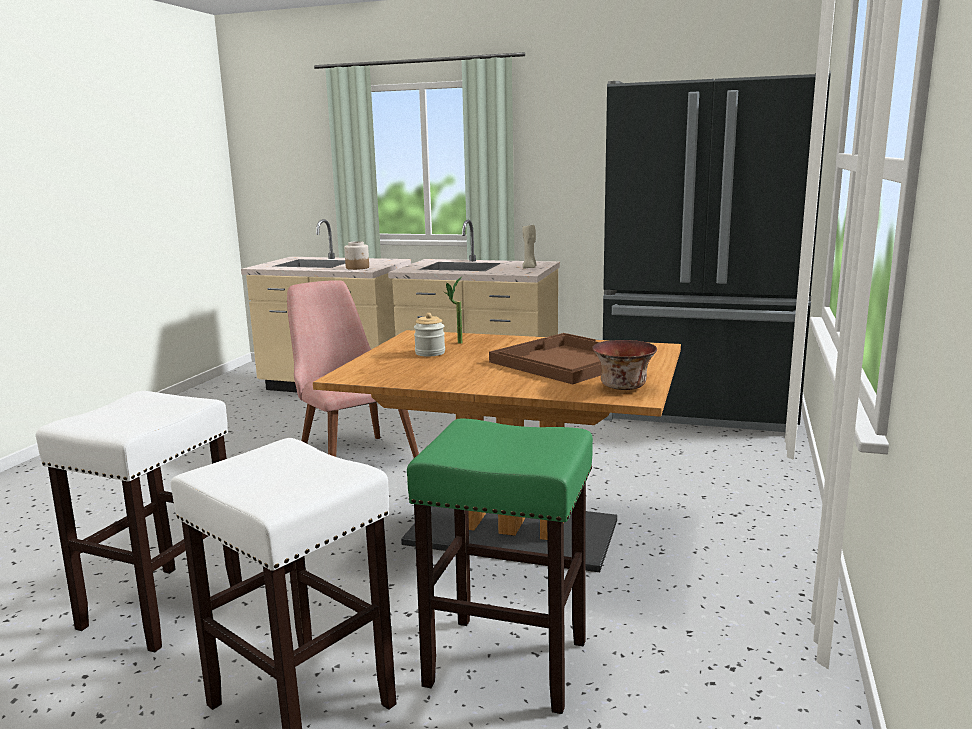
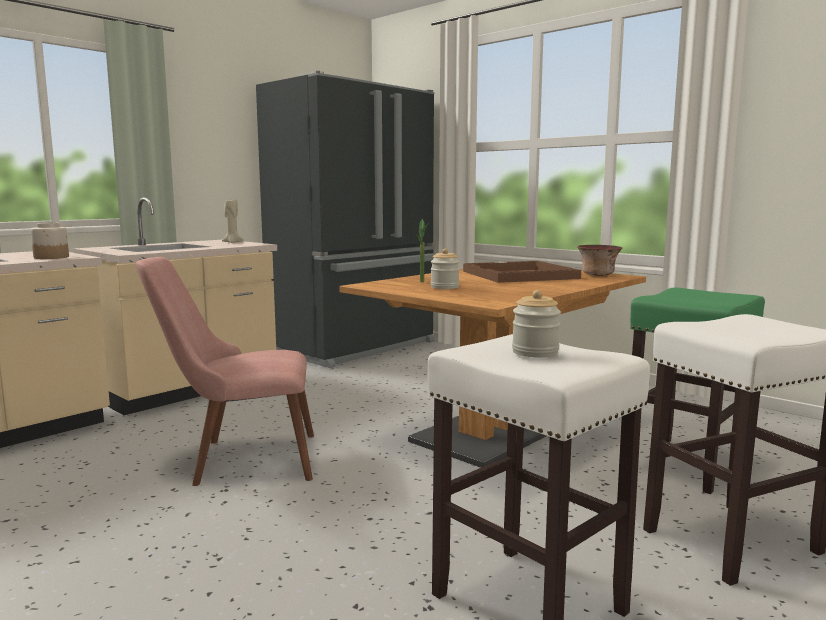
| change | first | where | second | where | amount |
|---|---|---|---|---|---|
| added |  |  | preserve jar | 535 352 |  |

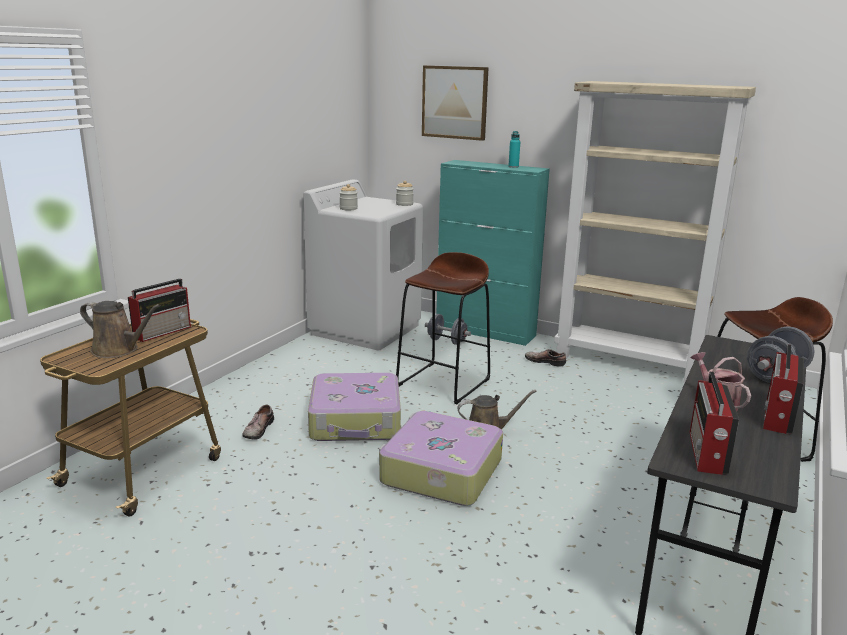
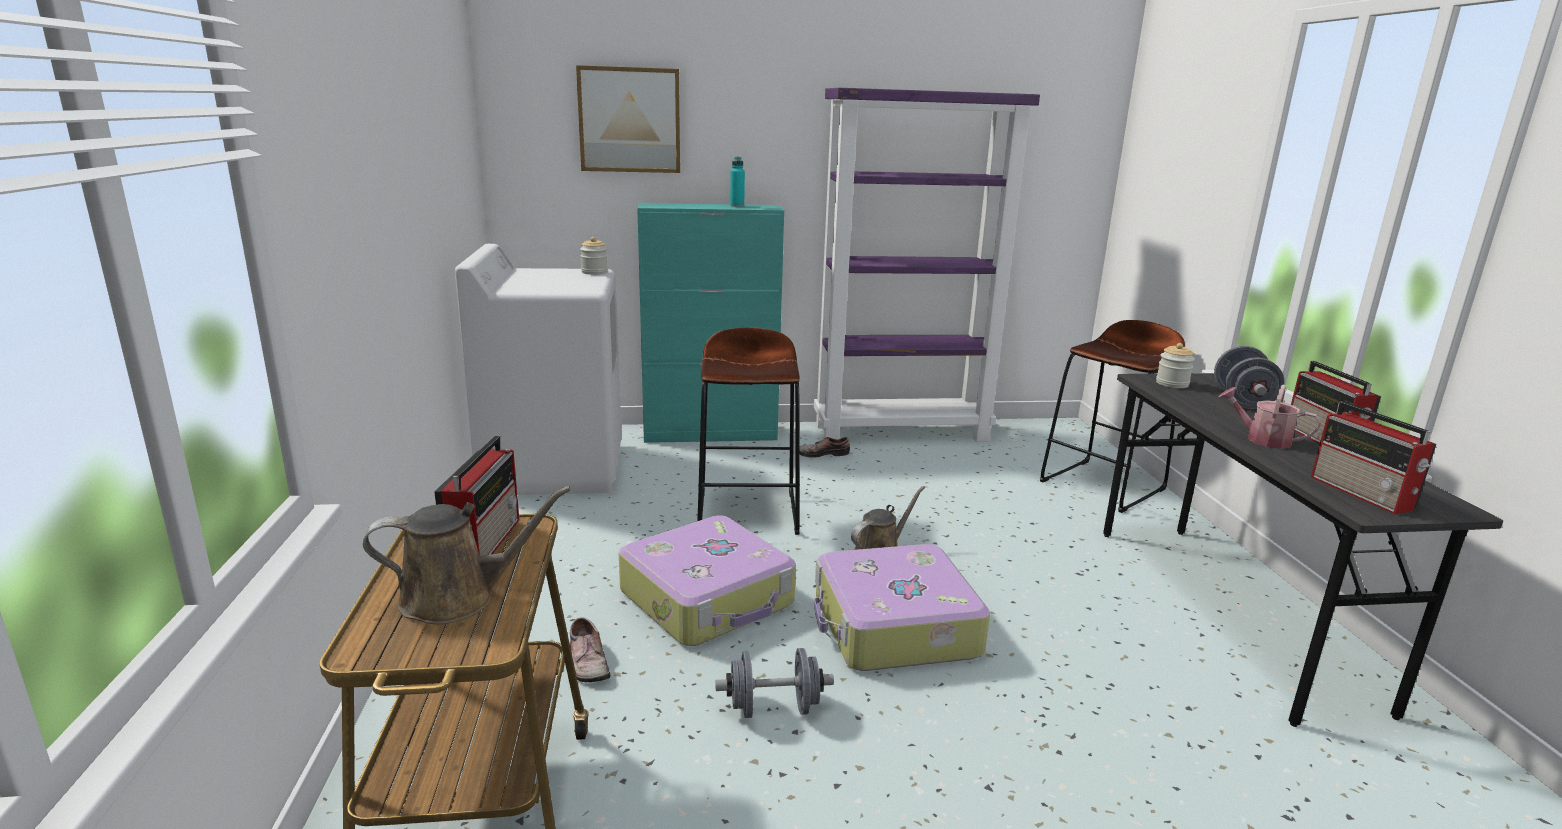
| change | first | where | second | where | amount |
|---|---|---|---|---|---|
| moved | preserve jar | 348 208 |  | 1172 384 |  |
| moved | greyish dumbbell | 447 341 |  | 774 708 |  |
| recoloured | sand-coloured shelving unit | 629 362 | purple-coloured shelving unit | 902 432 |  |

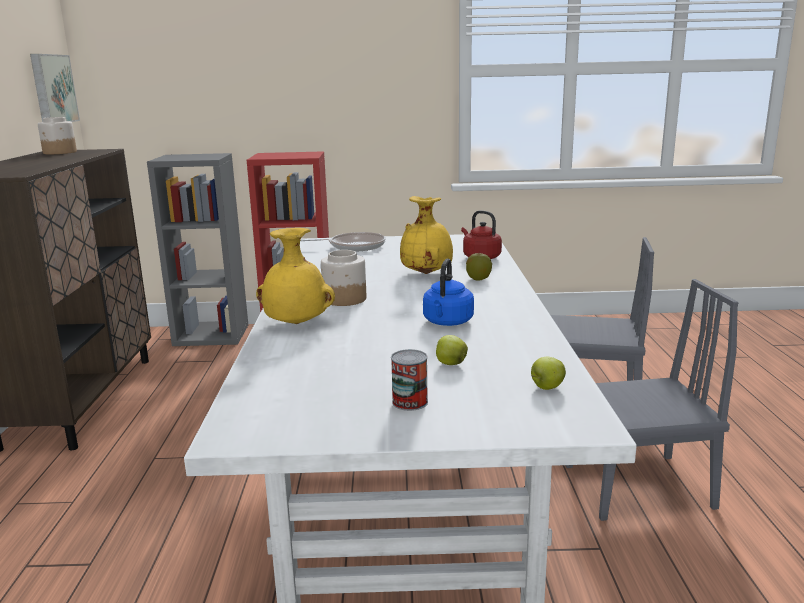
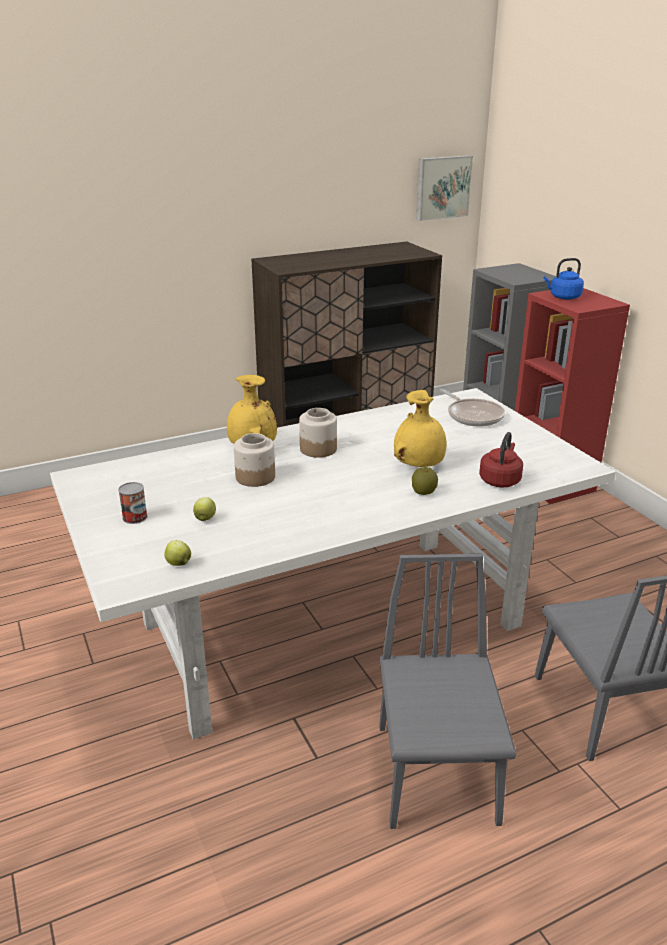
| change | first | where | second | where | amount |
|---|---|---|---|---|---|
| moved | preserve jar | 60 152 |  | 255 477 |  |
| moved | bluish water kettle | 447 322 |  | 563 297 |  |
| turned | greyish chair | 637 486 |  | 436 773 | 150 degrees counterclockwise |

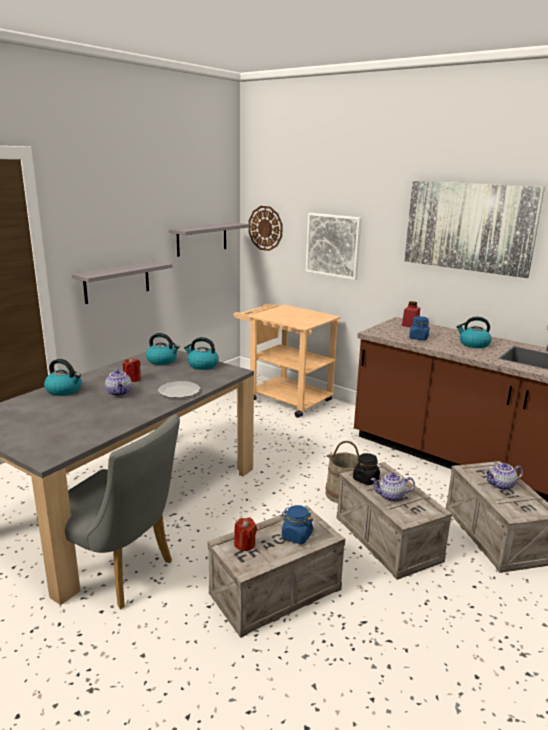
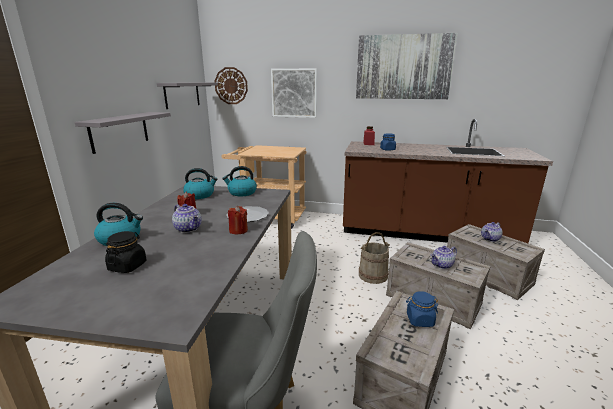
| change | first | where | second | where | amount |
|---|---|---|---|---|---|
| moved | reddish wax light | 245 544 |  | 238 230 |  |
| moved | black-coloured preserve jar | 366 479 |  | 128 266 |  |
| removed | water kettle | 473 344 |  |  |  |

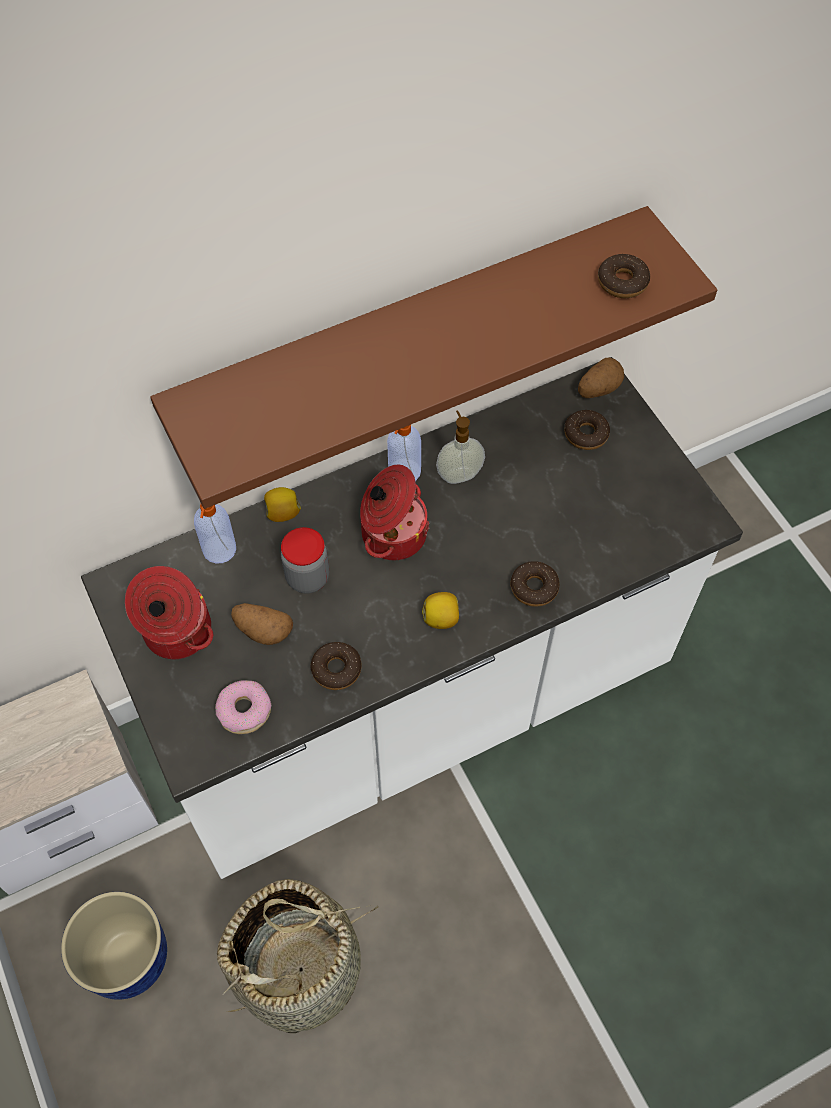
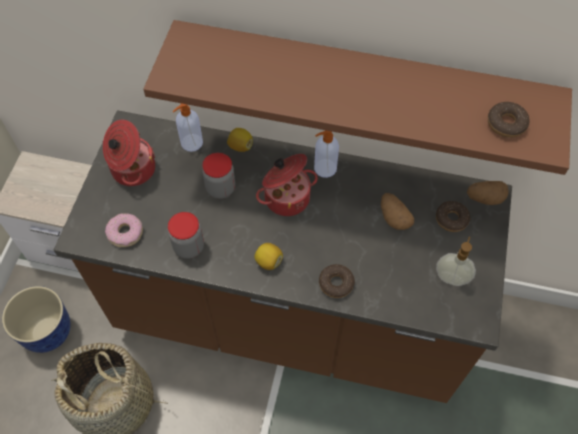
| change | first | where | second | where | amount |
|---|---|---|---|---|---|
| recoloured | white counter | 415 704 | brown counter | 289 317 |  |
| moved | spud | 262 630 |  | 393 217 |  |
| replaced | ring doughnut | 336 669 | preserve jar | 189 247 |  |
| moved | liquid soap bottle | 459 474 |  | 451 277 |  |

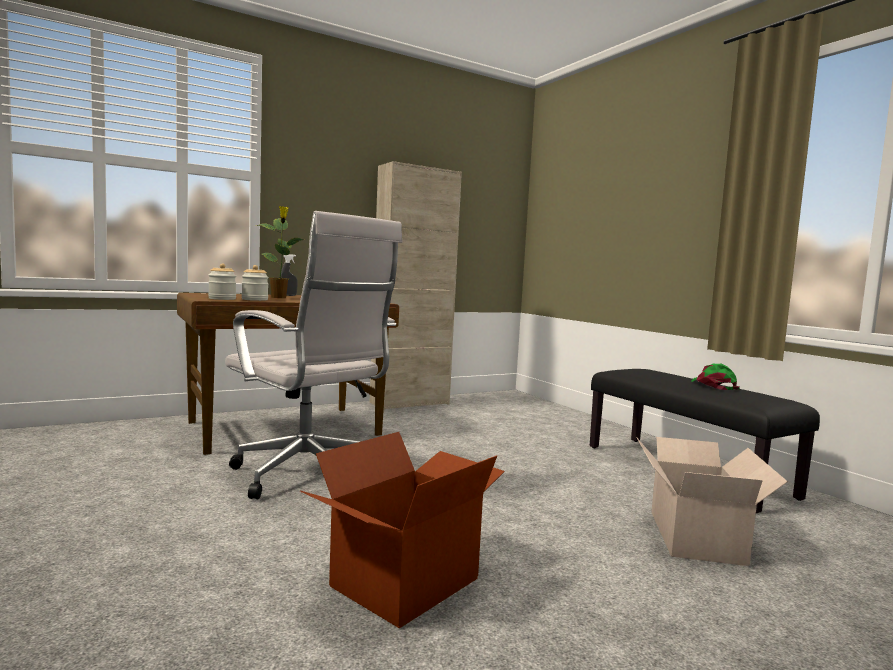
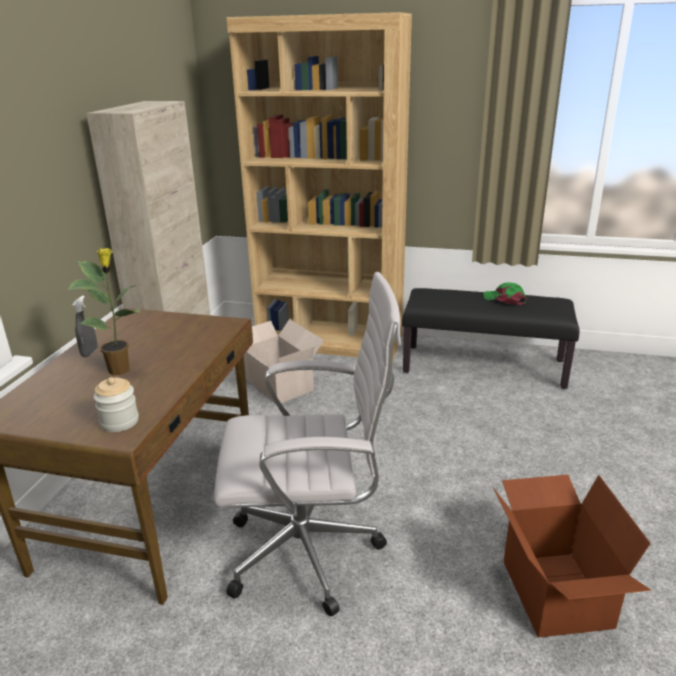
| change | first | where | second | where | amount |
|---|---|---|---|---|---|
| removed | preserve jar | 254 299 |  |  |  |
| moved | carton | 695 535 |  | 278 383 |  |
| added |  |  | brown shelving unit | 331 341 |  |

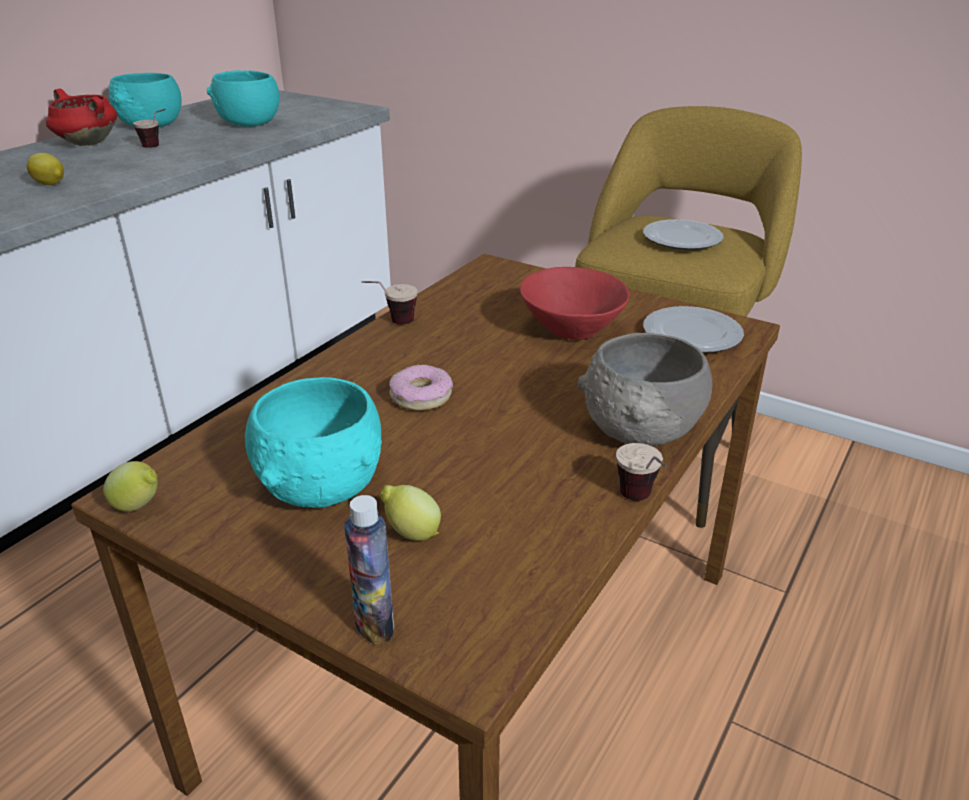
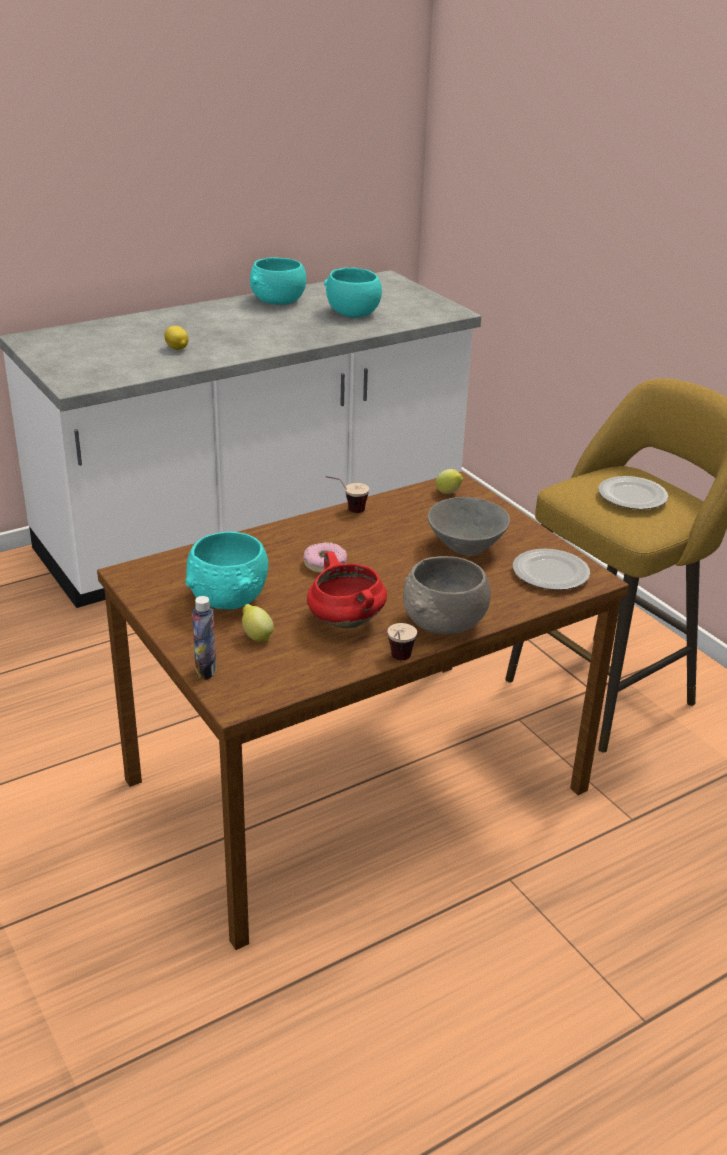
| change | first | where | second | where | amount |
|---|---|---|---|---|---|
| moved | reddish saucepot | 86 143 |  | 344 621 |  |
| moved | whole lemon | 139 507 |  | 449 493 |  |
| removed | cup | 157 147 |  |  |  |
| recoloured | reddish bowl | 572 331 | greyish bowl | 466 548 |  |

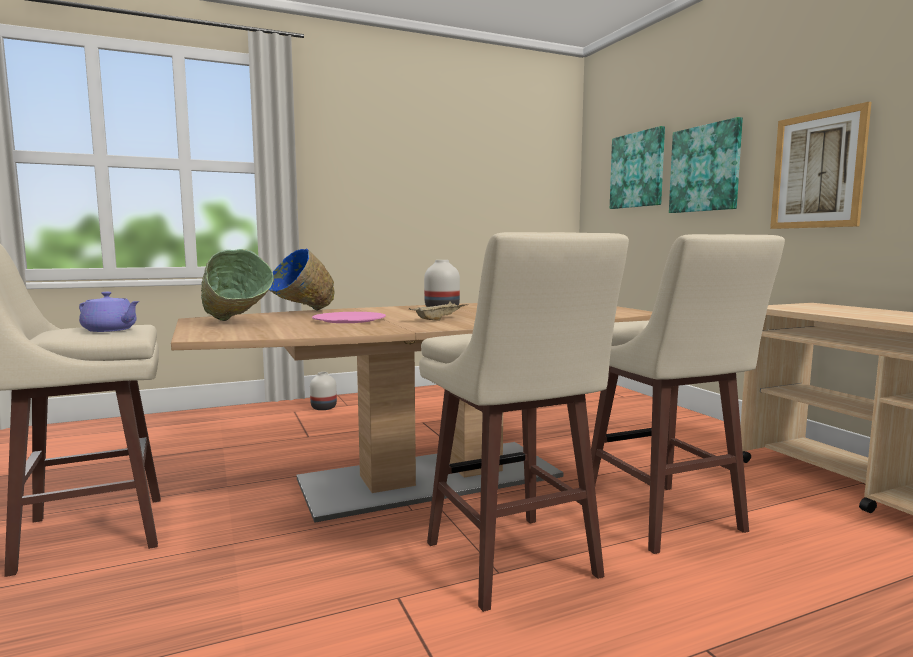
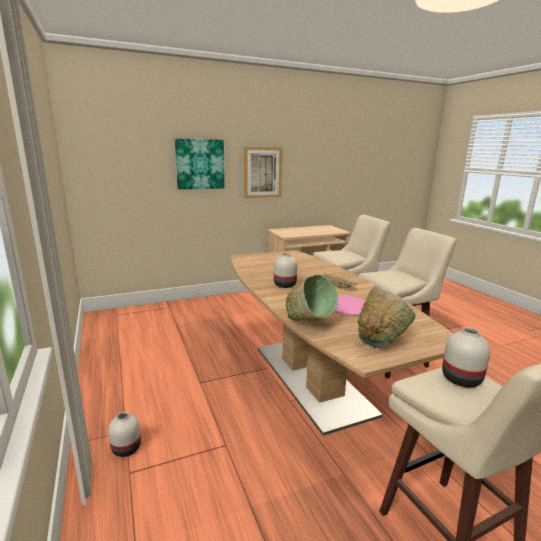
| change | first | where | second | where | amount |
|---|---|---|---|---|---|
| replaced | purple-coloured tea pot | 110 330 | white vase | 460 379 |  |
| recoloured | bluish bowl | 303 312 | greenish bowl | 309 324 |  |
| removed | picture | 637 170 |  |  |  |

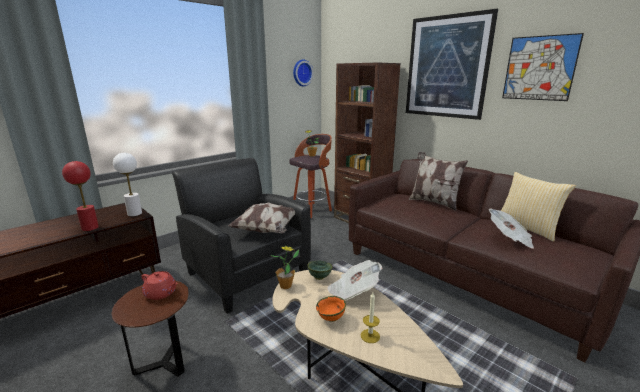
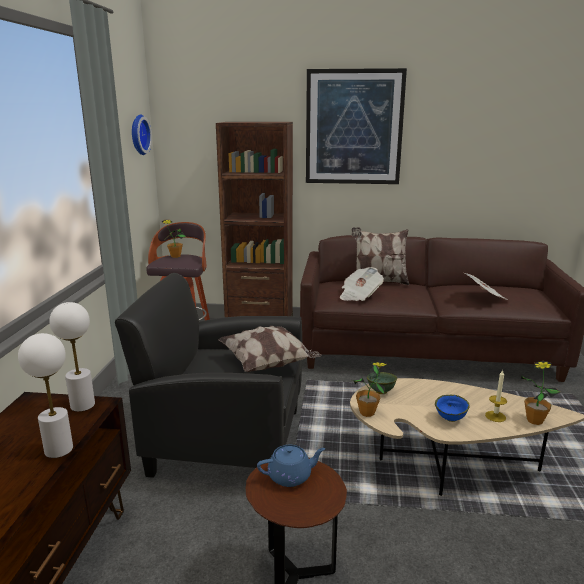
| change | first | where | second | where | amount |
|---|---|---|---|---|---|
| recoloured | reddish table lamp | 90 228 | white table lamp | 58 450 |  |
| recoloured | reddish tea pot | 161 293 | bluish tea pot | 291 476 |  |
| recoloured | orange bowl | 331 319 | bluish bowl | 451 419 |  |
| moved | printed paper | 353 292 |  | 359 295 |  |
| removed | throw pillow | 527 228 |  |  |  |
| removed | picture | 539 68 |  |  |  |
| added |  |  | houseplant | 534 420 |  |

